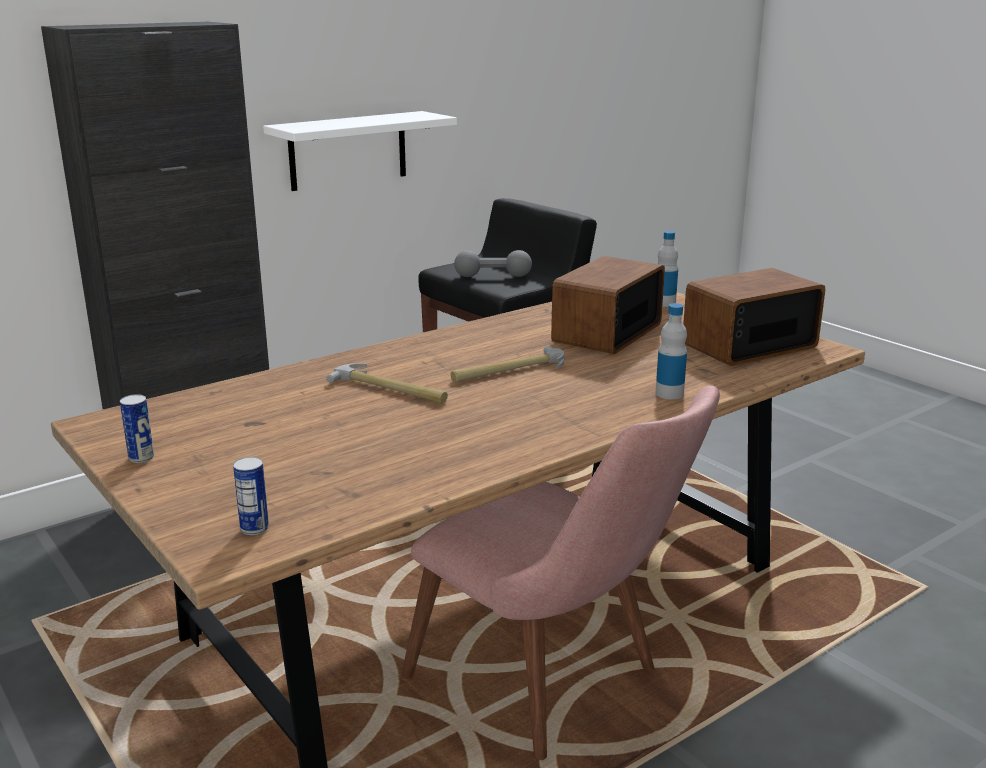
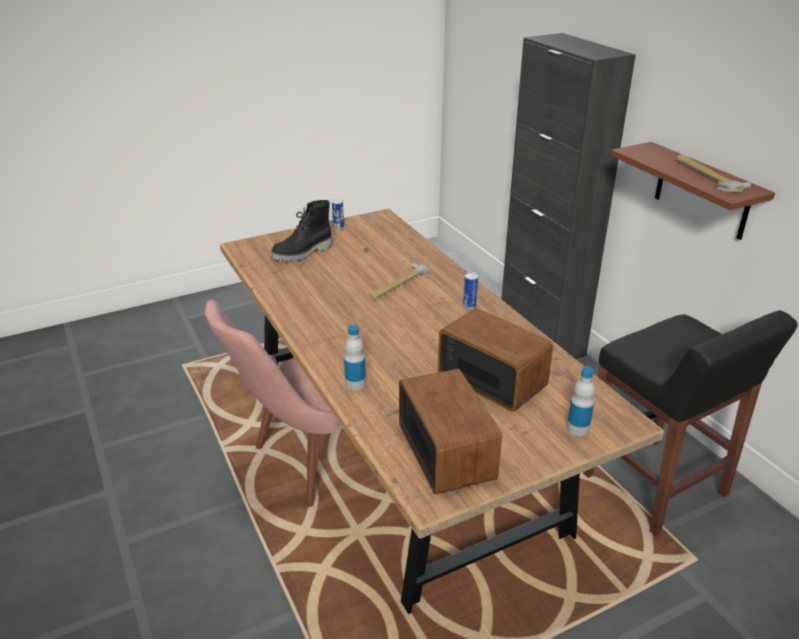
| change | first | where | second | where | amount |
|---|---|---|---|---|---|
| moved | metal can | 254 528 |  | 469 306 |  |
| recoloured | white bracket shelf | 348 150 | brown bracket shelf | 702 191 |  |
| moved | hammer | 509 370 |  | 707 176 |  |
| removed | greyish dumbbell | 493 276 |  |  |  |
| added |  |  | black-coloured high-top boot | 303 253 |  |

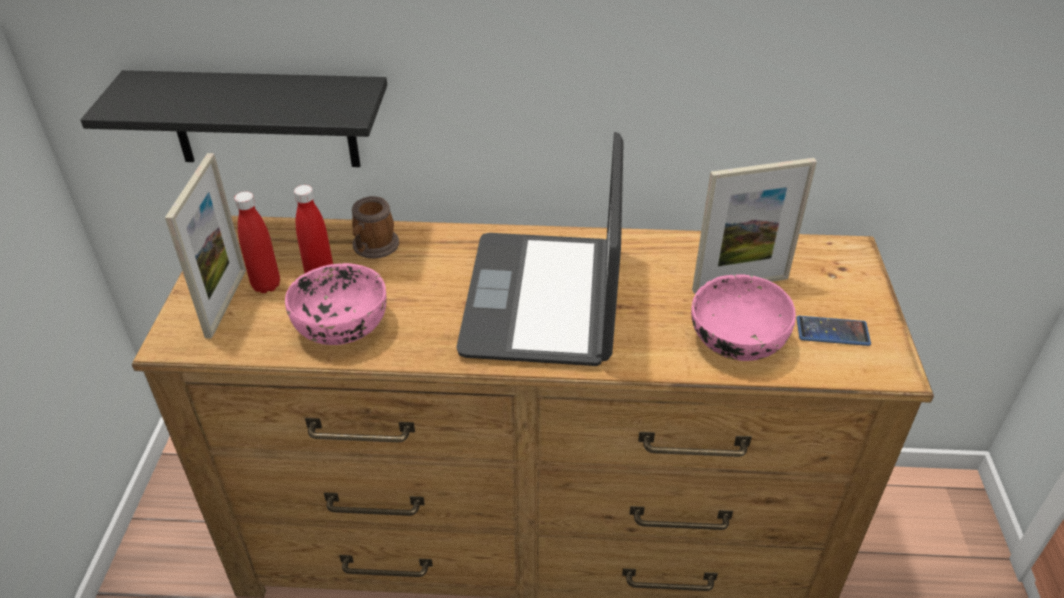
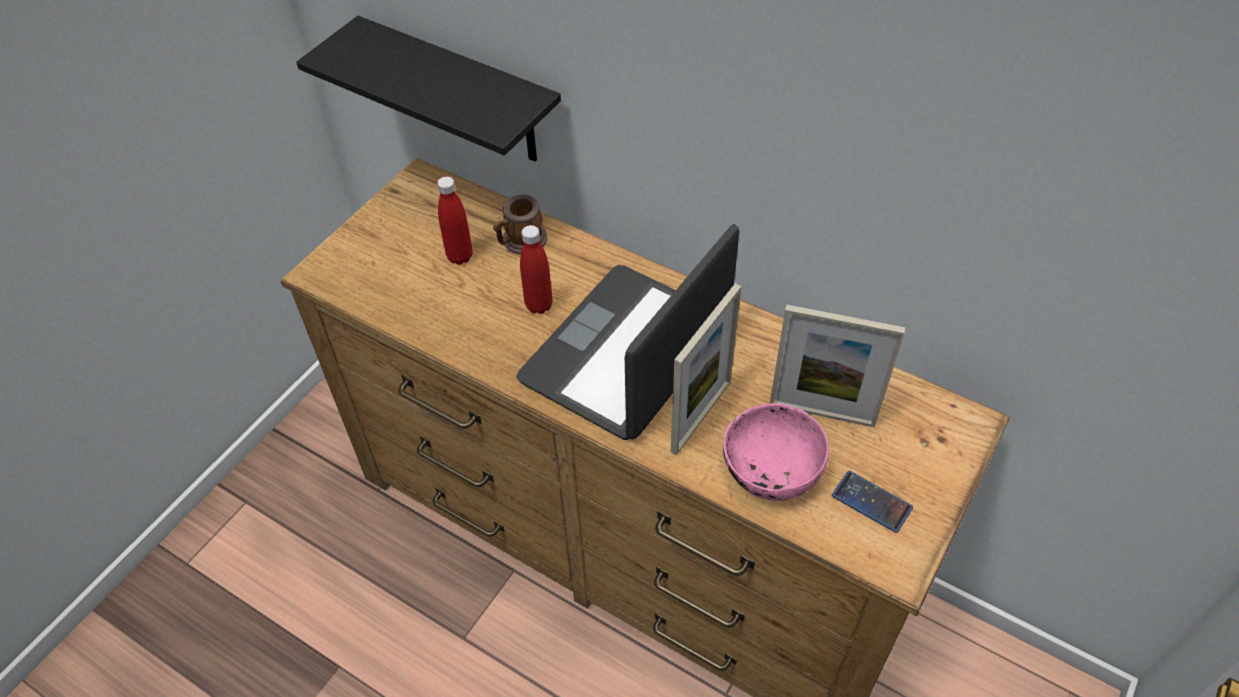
| change | first | where | second | where | amount |
|---|---|---|---|---|---|
| moved | picture frame | 226 302 |  | 701 416 |  |
| moved | reddish drink bottle | 266 285 |  | 539 305 |  |
| removed | pink bowl | 342 324 |  |  |  |

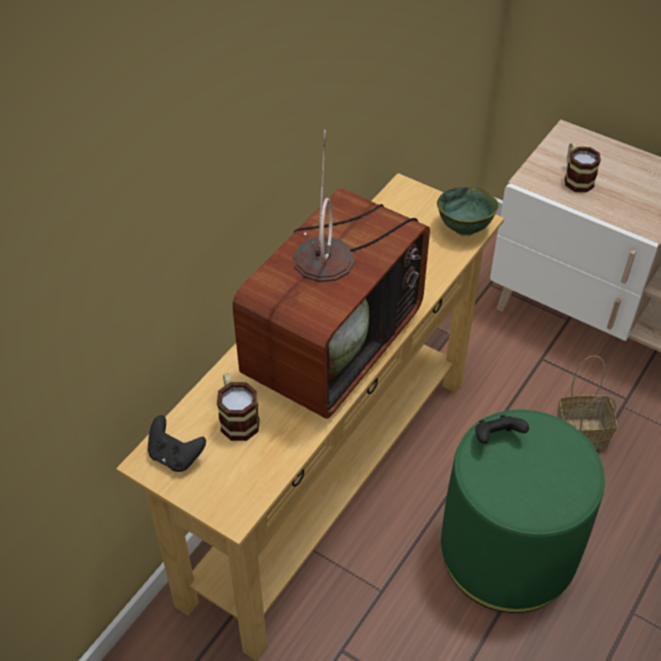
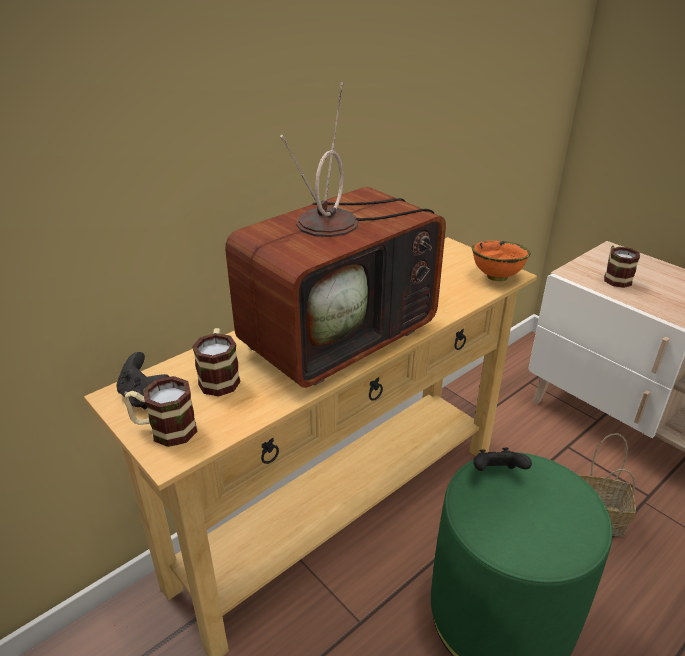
| change | first | where | second | where | amount |
|---|---|---|---|---|---|
| recoloured | greenish bowl | 463 228 | orange bowl | 495 277 |  |
| added |  |  | tea mug | 164 430 |  |

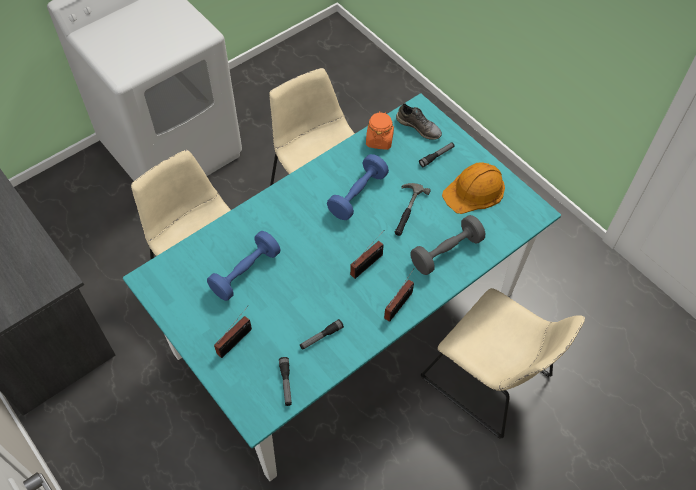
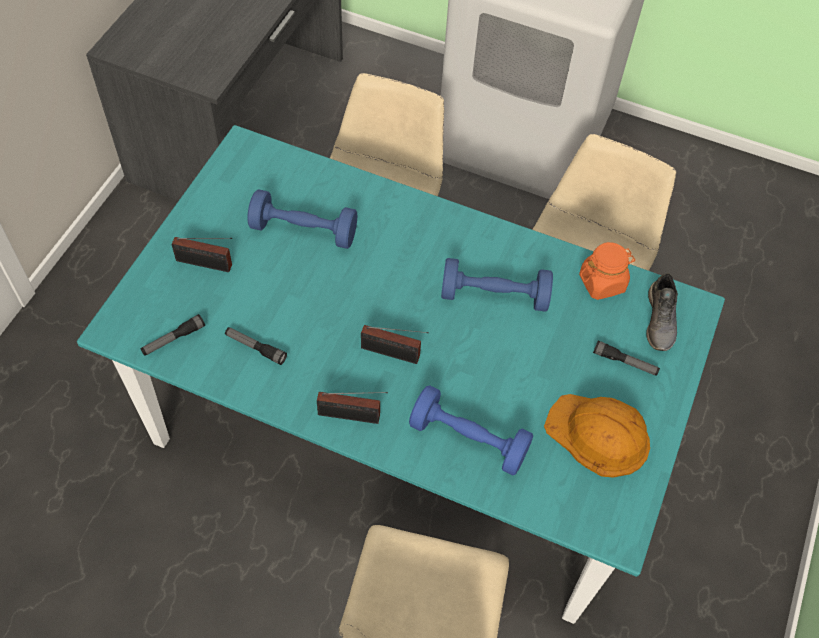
| change | first | where | second | where | amount |
|---|---|---|---|---|---|
| removed | hammer | 406 210 |  |  |  |
| recoloured | greyish dumbbell | 446 252 | bluish dumbbell | 468 439 |  |

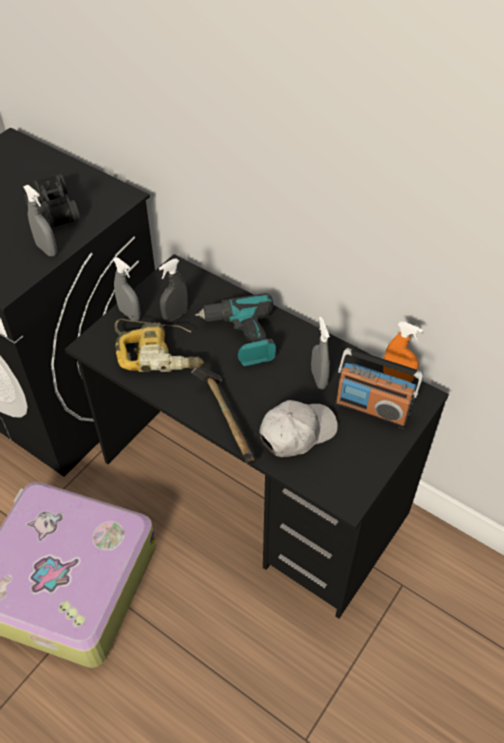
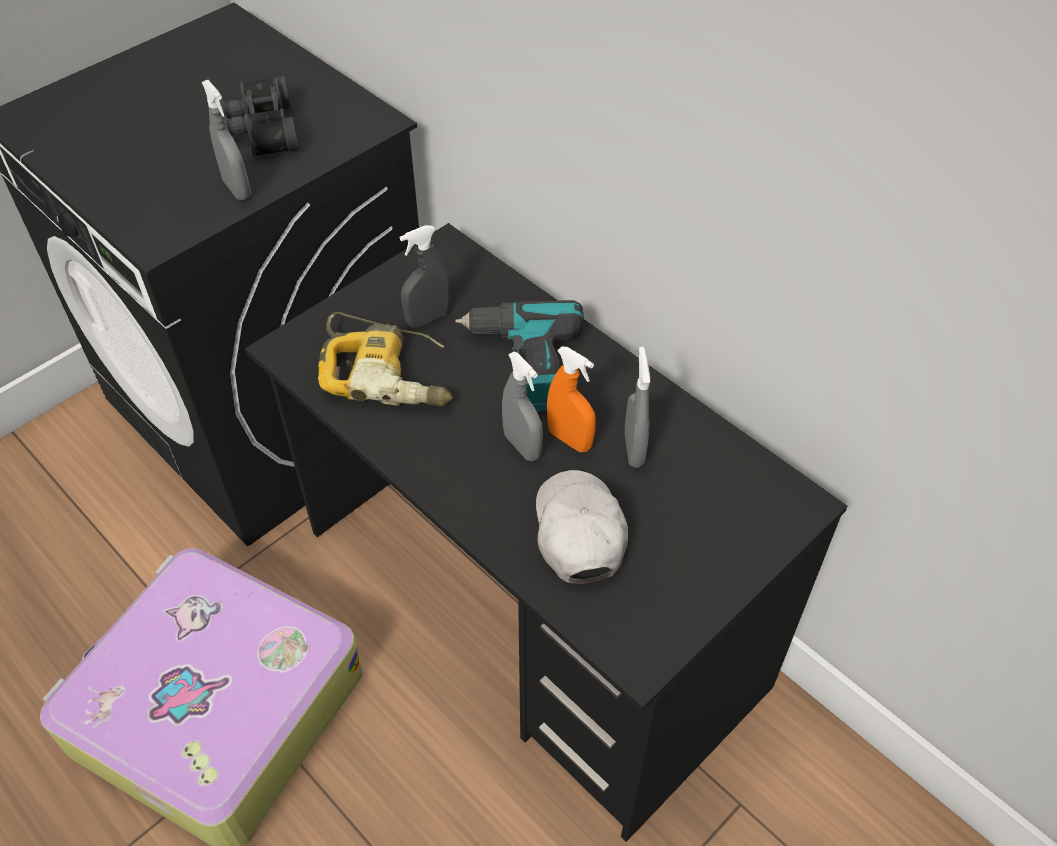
| change | first | where | second | where | amount |
|---|---|---|---|---|---|
| moved | greyish spray bottle | 129 314 |  | 522 446 |  |
| removed | hammer | 227 421 |  |  |  |
| turned | white cap | 297 432 |  | 579 532 | 75 degrees counterclockwise |
| removed | radio | 372 409 |  |  |  |
| moved | orange spray bottle | 397 377 |  | 570 439 |  |

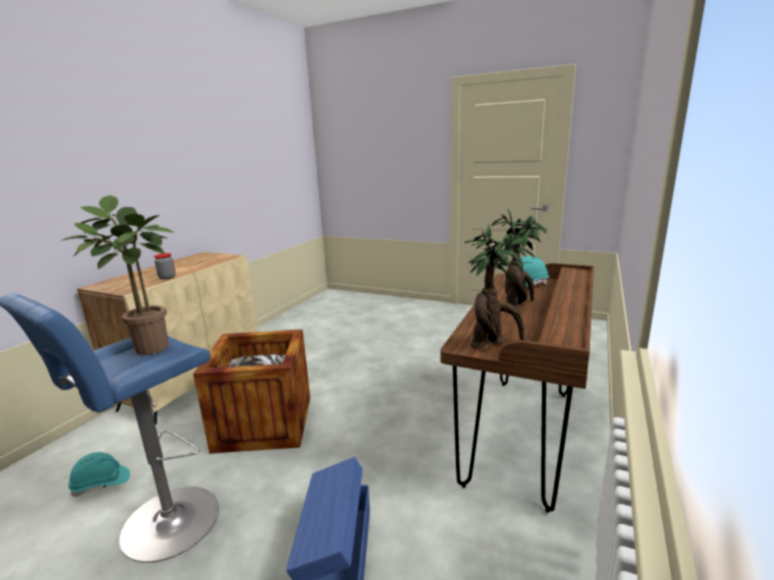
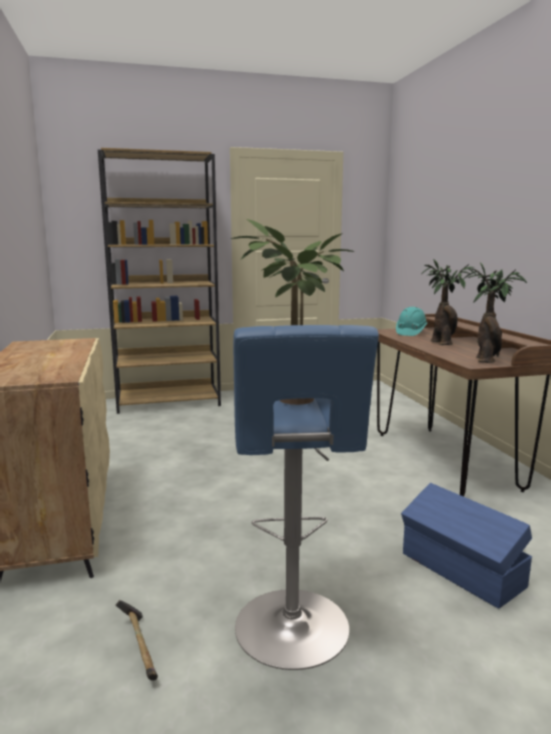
| change | first | where | second | where | amount |
|---|---|---|---|---|---|
| replaced | blue-green safety helmet | 101 484 | hammer | 140 648 |  |
| removed | preserve jar | 167 277 |  |  |  |
| removed | packing crate | 264 423 |  |  |  |
| added |  |  | brown shelving unit | 169 402 |  |

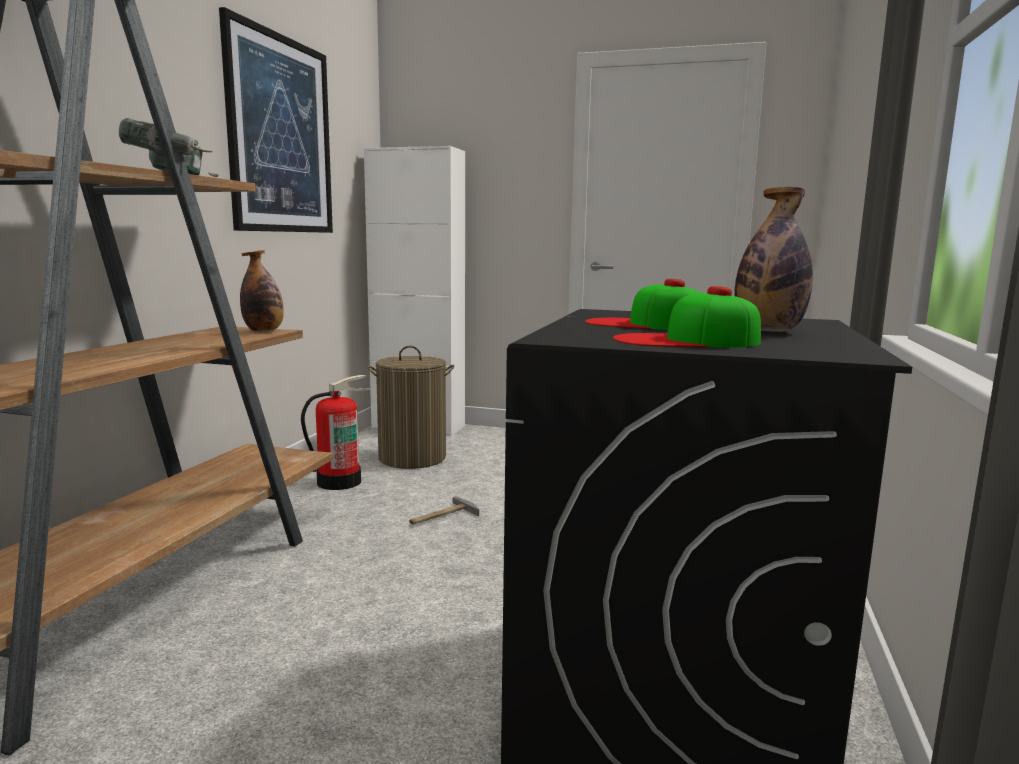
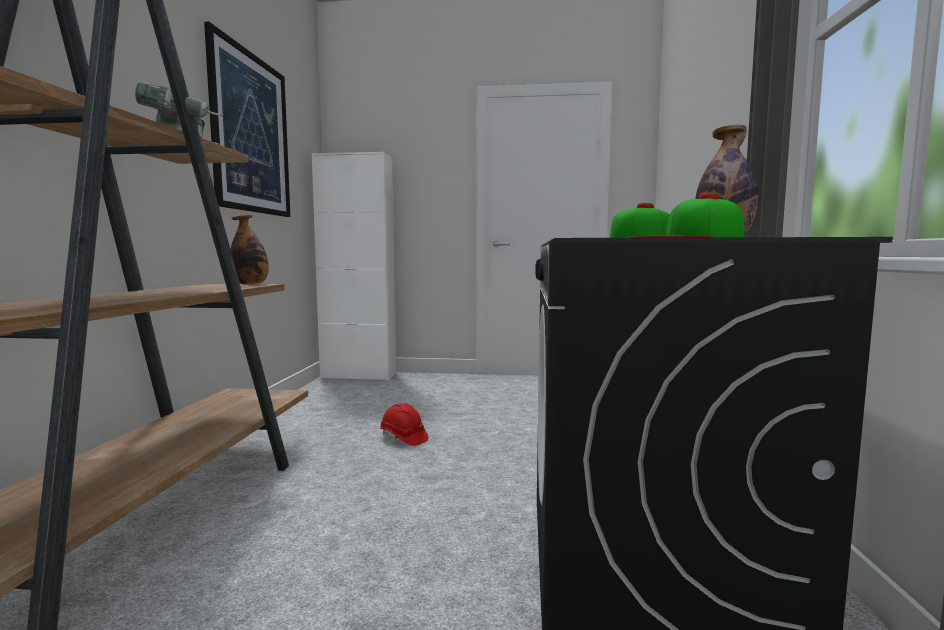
| change | first | where | second | where | amount |
|---|---|---|---|---|---|
| removed | extinguisher | 339 482 |  |  |  |
| removed | washing basket | 412 458 |  |  |  |
| replaced | hammer | 442 516 | reddish safety helmet | 403 438 |  |

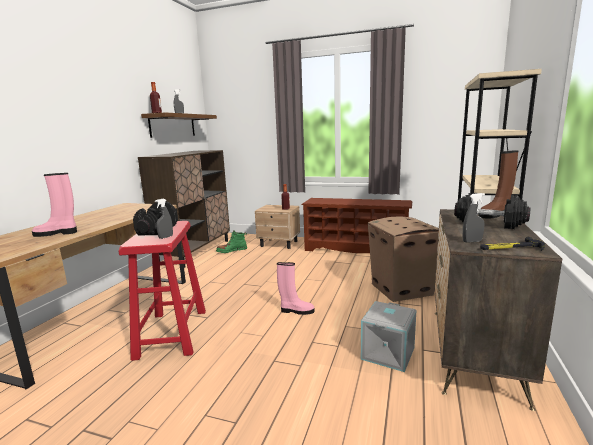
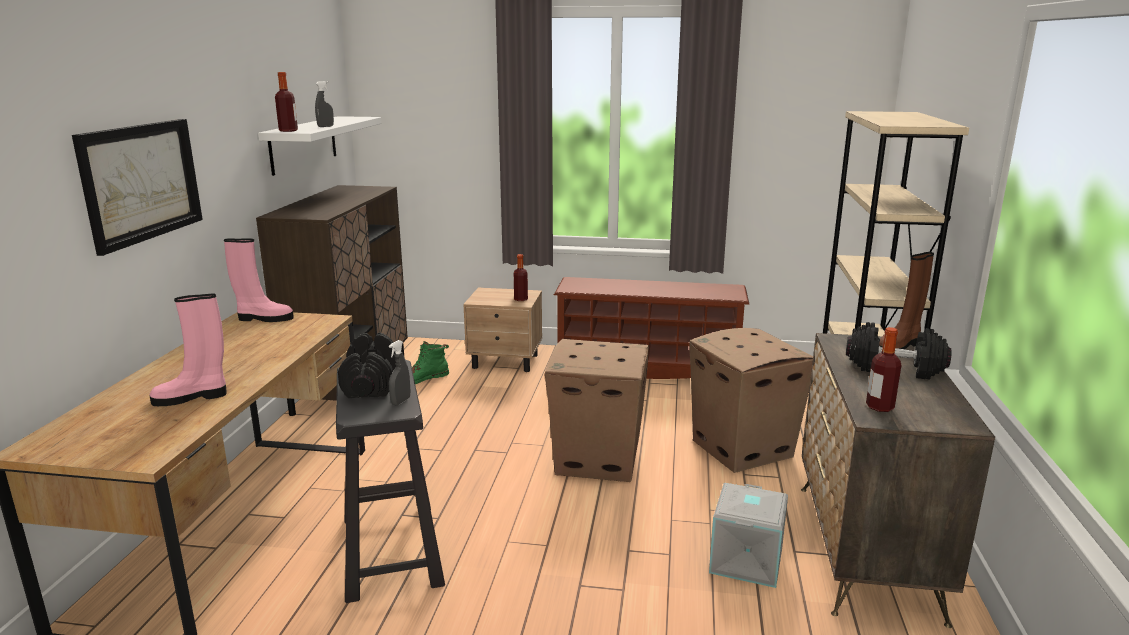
| change | first | where | second | where | amount |
|---|---|---|---|---|---|
| recoloured | reddish stool | 172 333 | black-coloured stool | 391 551 |  |
| recoloured | brown bracket shelf | 172 126 | white bracket shelf | 303 144 |  |
| moved | pink high-top boot | 296 311 |  | 264 318 |  |
| replaced | greyish spray bottle | 472 241 | drink bottle | 879 407 |  |
| removed | hammer | 511 248 |  |  |  |
| added |  |  | picture | 141 182 |  |
| added |  |  | carton | 598 459 |  |

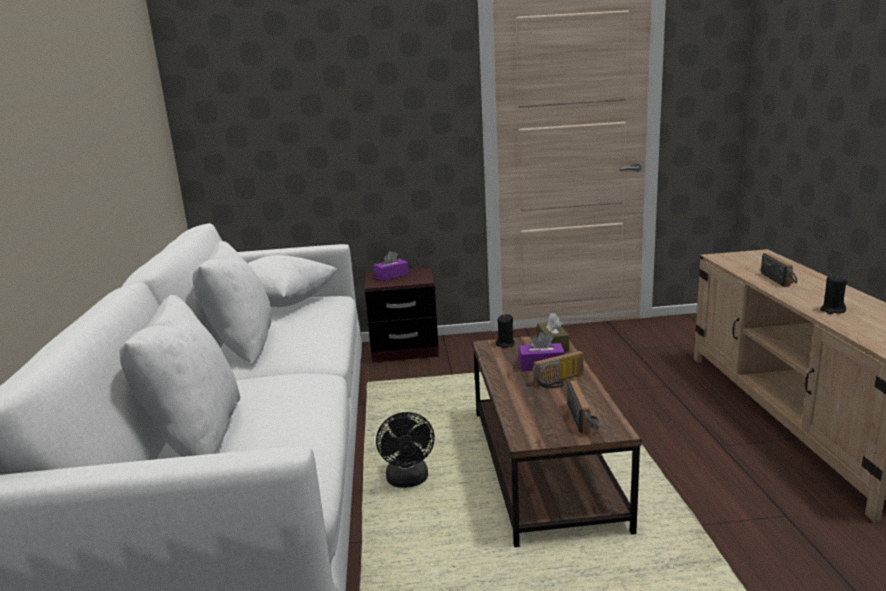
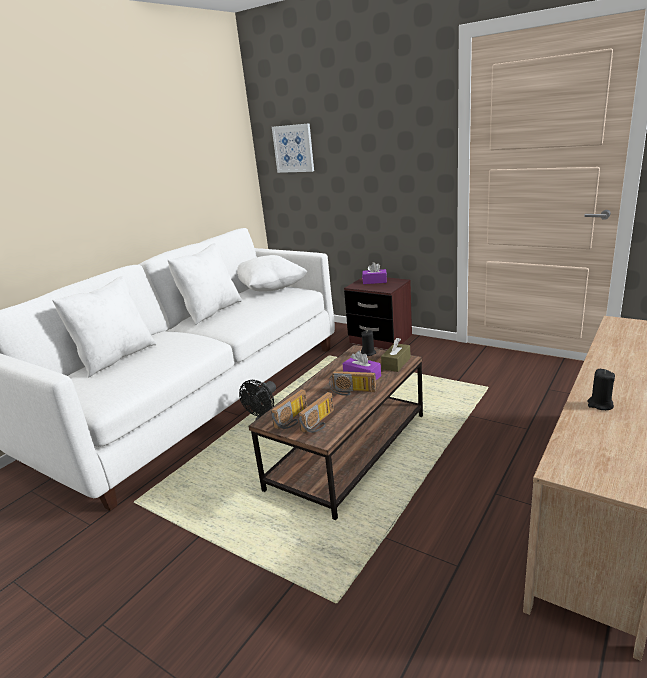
| change | first | where | second | where | amount |
|---|---|---|---|---|---|
| moved | radio | 780 279 |  | 293 419 |  |
| added |  |  | picture | 293 148 |  |

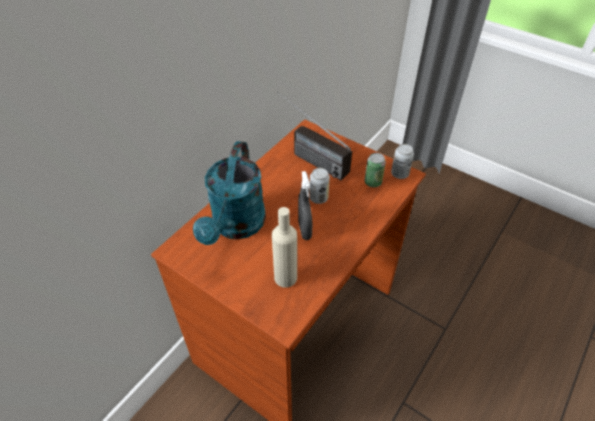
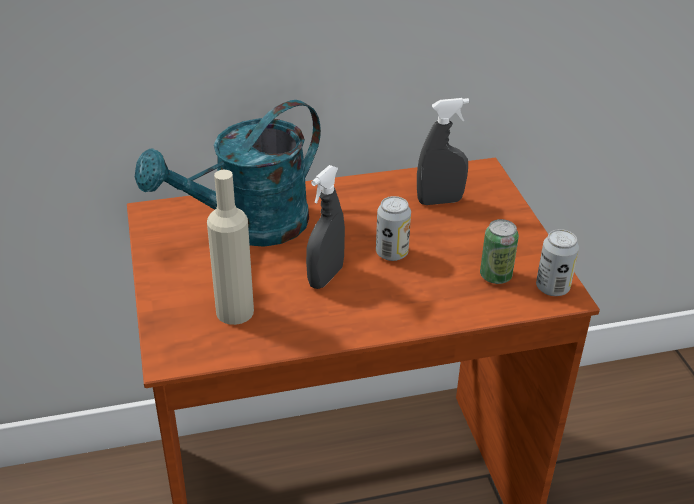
| change | first | where | second | where | amount |
|---|---|---|---|---|---|
| replaced | radio | 307 157 | greyish spray bottle | 439 201 |  |

